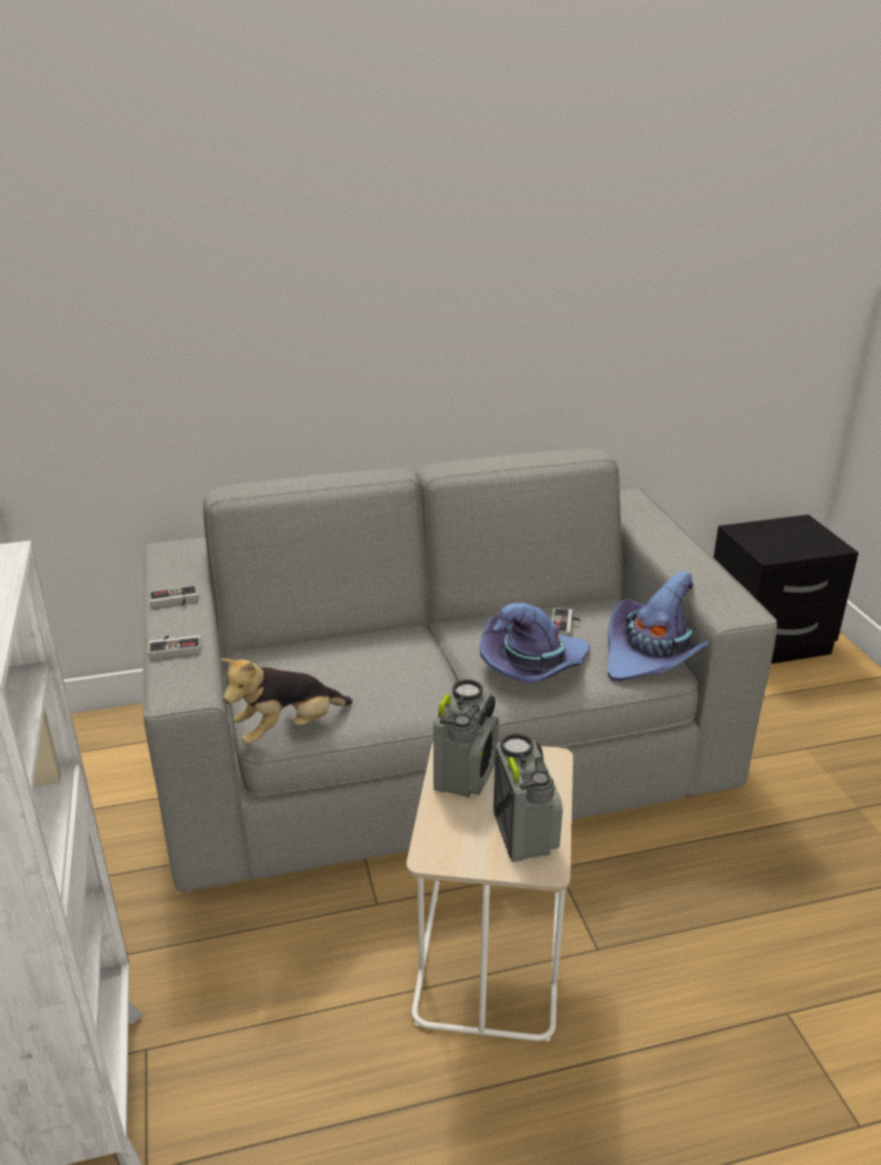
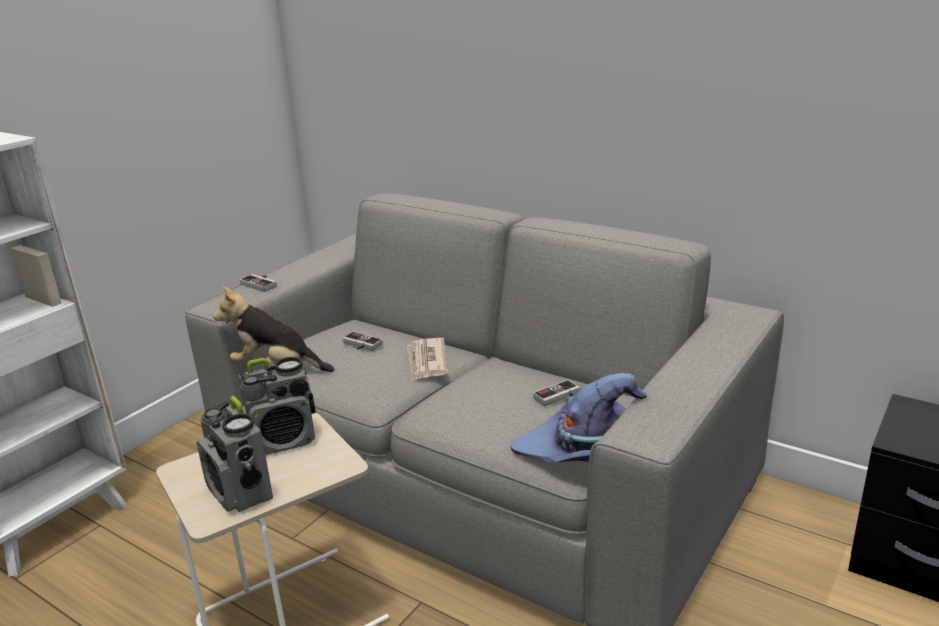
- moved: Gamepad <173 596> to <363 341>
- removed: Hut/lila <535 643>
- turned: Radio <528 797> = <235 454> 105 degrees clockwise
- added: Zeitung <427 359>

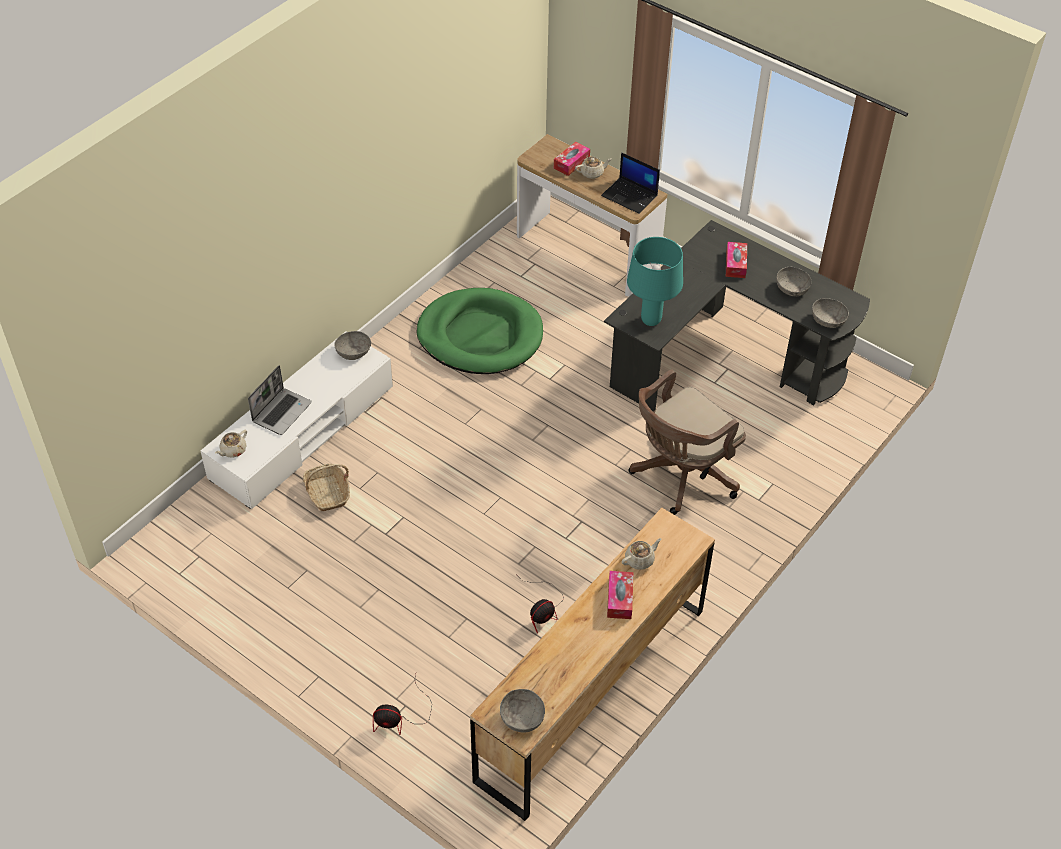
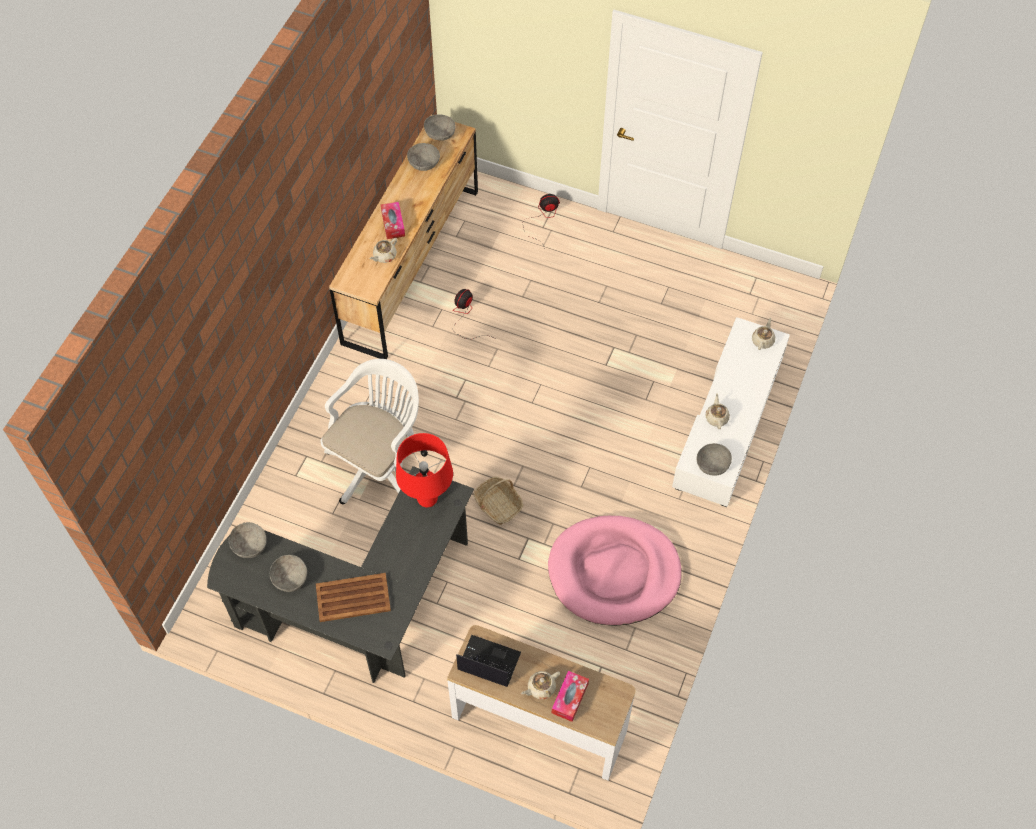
- recoloured: Tischlampe/türkis <655 281> to Tischlampe/rot <424 470>
- replaced: Taschentuchbox <736 260> to Tablett/braun <353 597>
- recoloured: Hundebett/grün <480 331> to Hundebett/rosa <615 571>
- removed: Laptop <280 400>
- recoloured: Bürostuhl/braun <687 442> to Bürostuhl/weiß <374 431>
- moved: Korb <326 487> to <498 500>
- added: Schüssel/grau <423 157>
- added: Teekanne/beige <717 411>

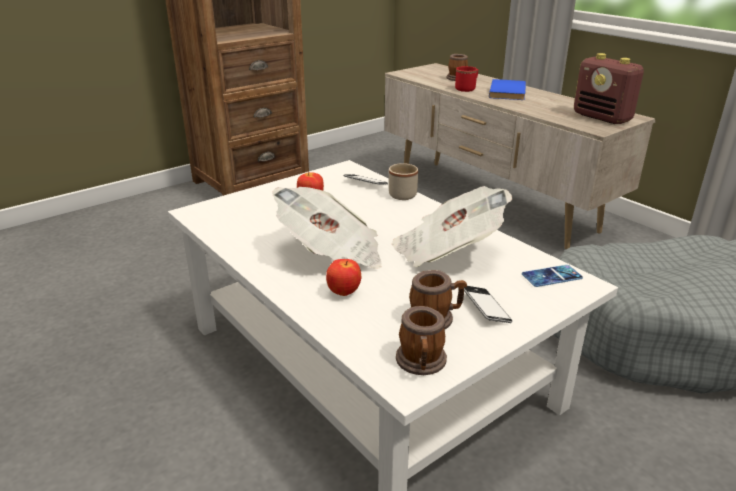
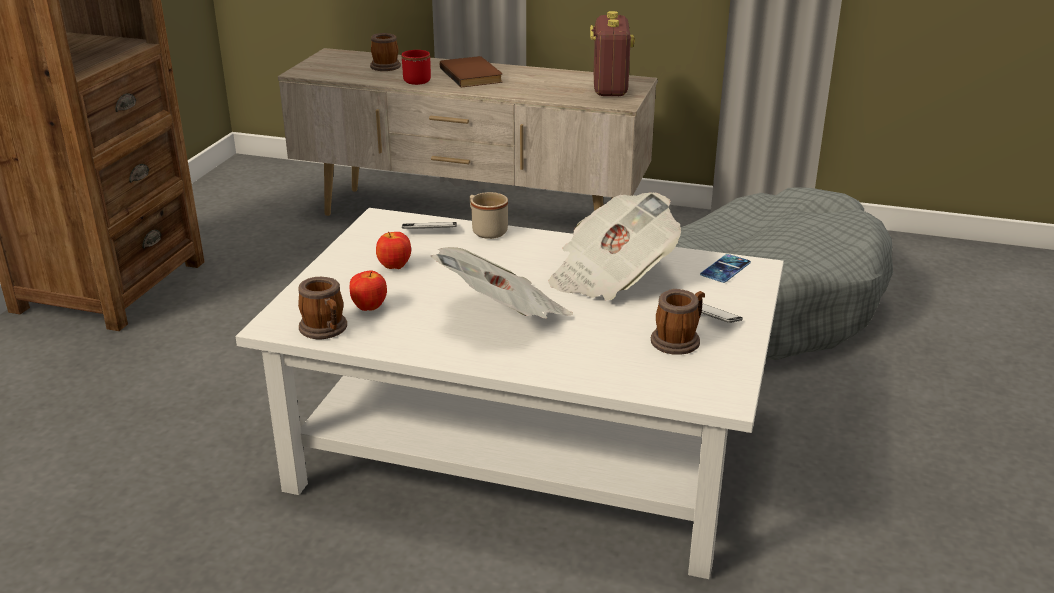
- turned: Radio <609 88> = <612 53> 105 degrees counterclockwise
- recoloured: Buch/blau <507 89> to Buch/braun <471 71>
- moved: Apfel <344 277> to <368 290>
- moved: Henkelbecher <421 340> to <322 308>

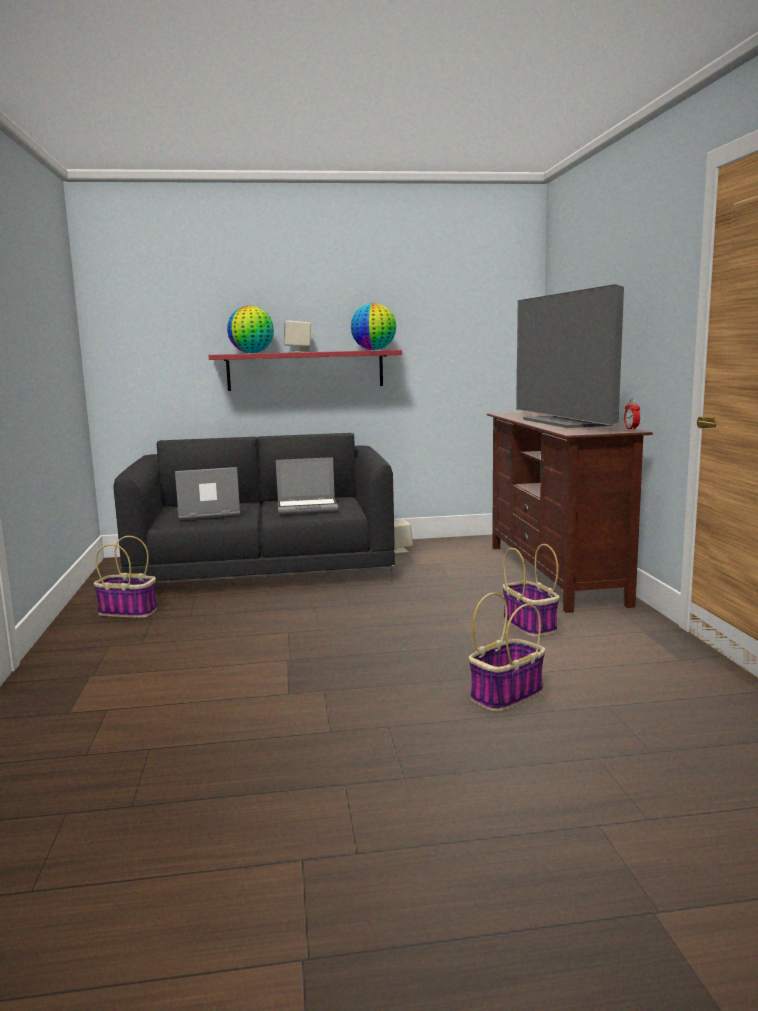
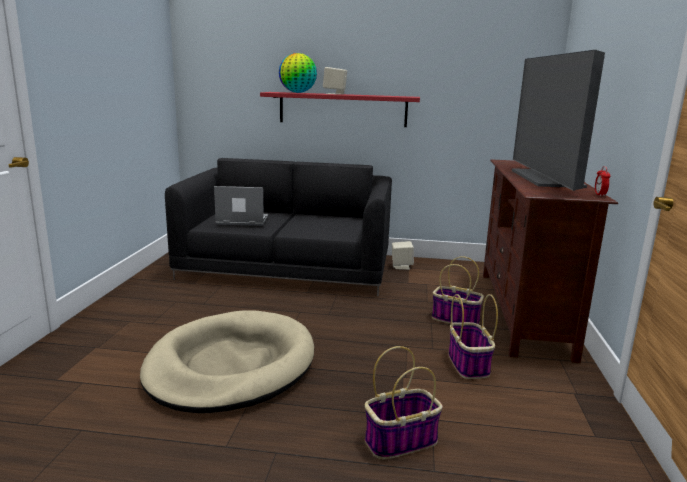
- removed: Globus <373 326>
- removed: Laptop <307 485>
- moved: Korb <125 577> to <458 290>
- added: Hundebett/beige <227 361>

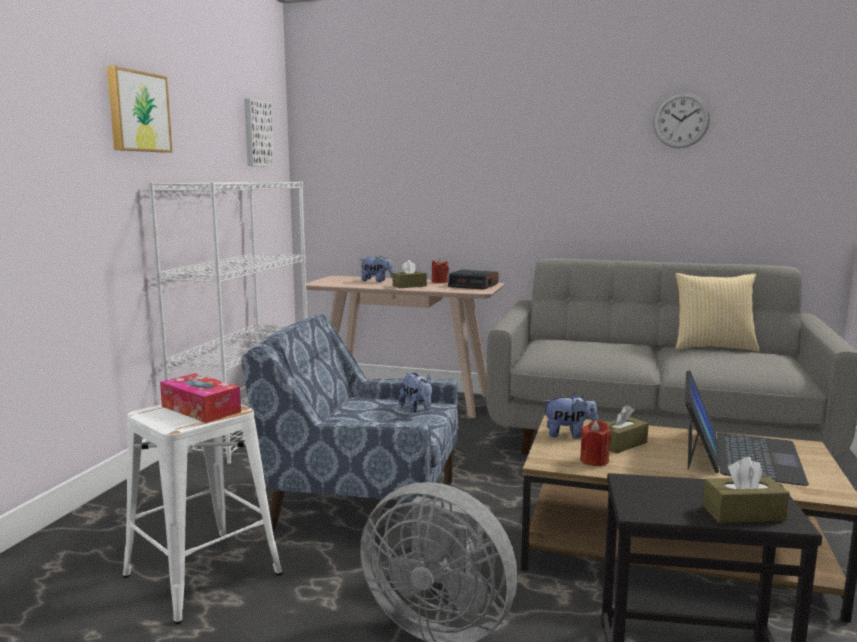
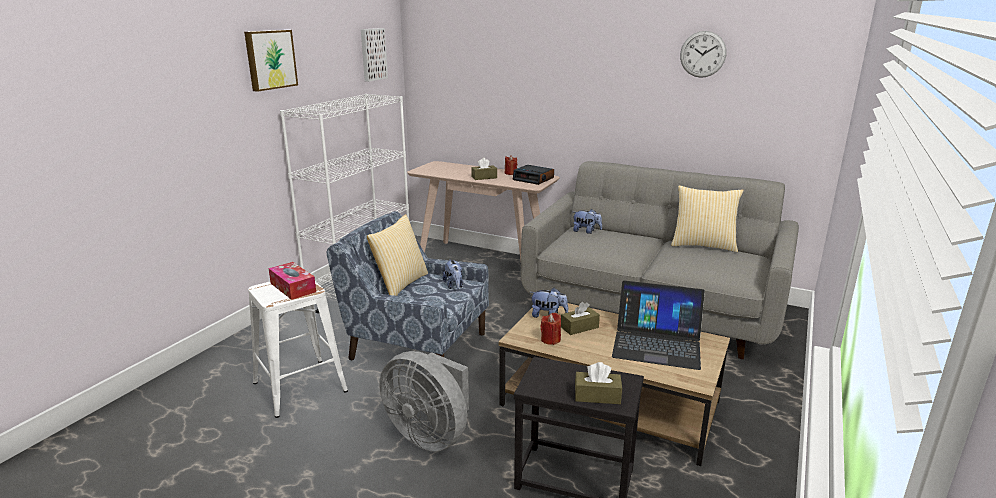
- moved: Plüschtier <376 269> to <587 221>
- turned: Laptop <747 428> = <658 325> 75 degrees clockwise
- added: Kissen <397 255>

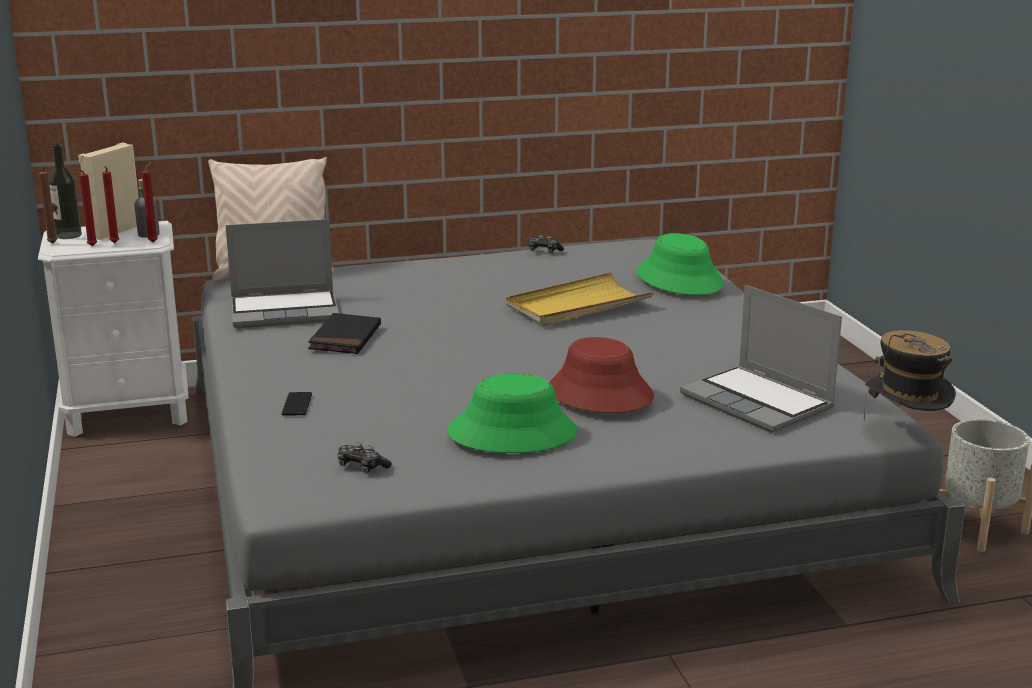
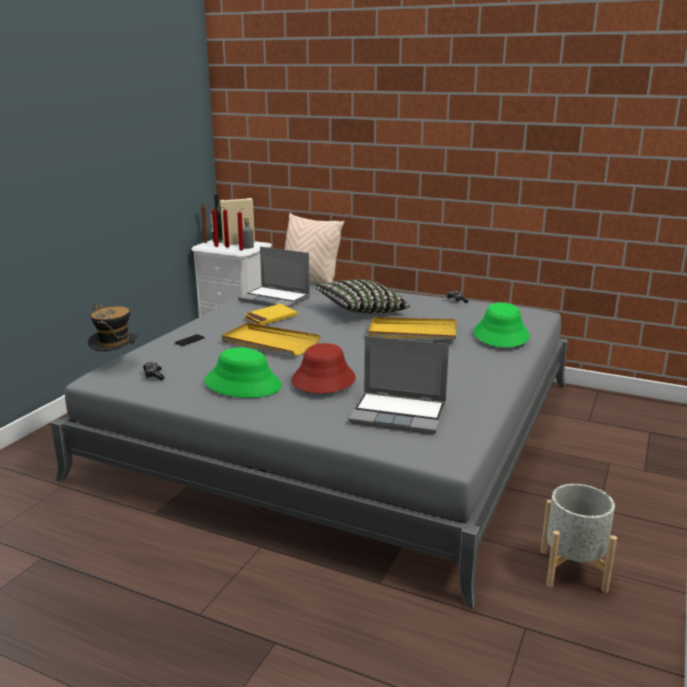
- turned: Laptop <761 359> = <398 385> 75 degrees counterclockwise
- recoloured: Buch/schwarz <344 333> to Buch/gelb <270 314>
- moved: Hut <910 375> to <113 330>
- added: Kissen <362 296>
- added: Tablett/gelb <271 339>

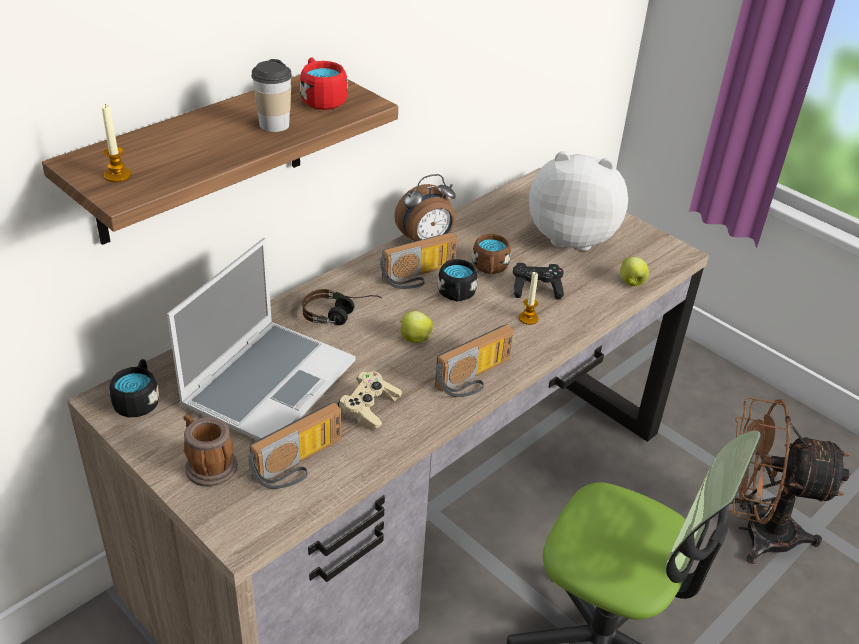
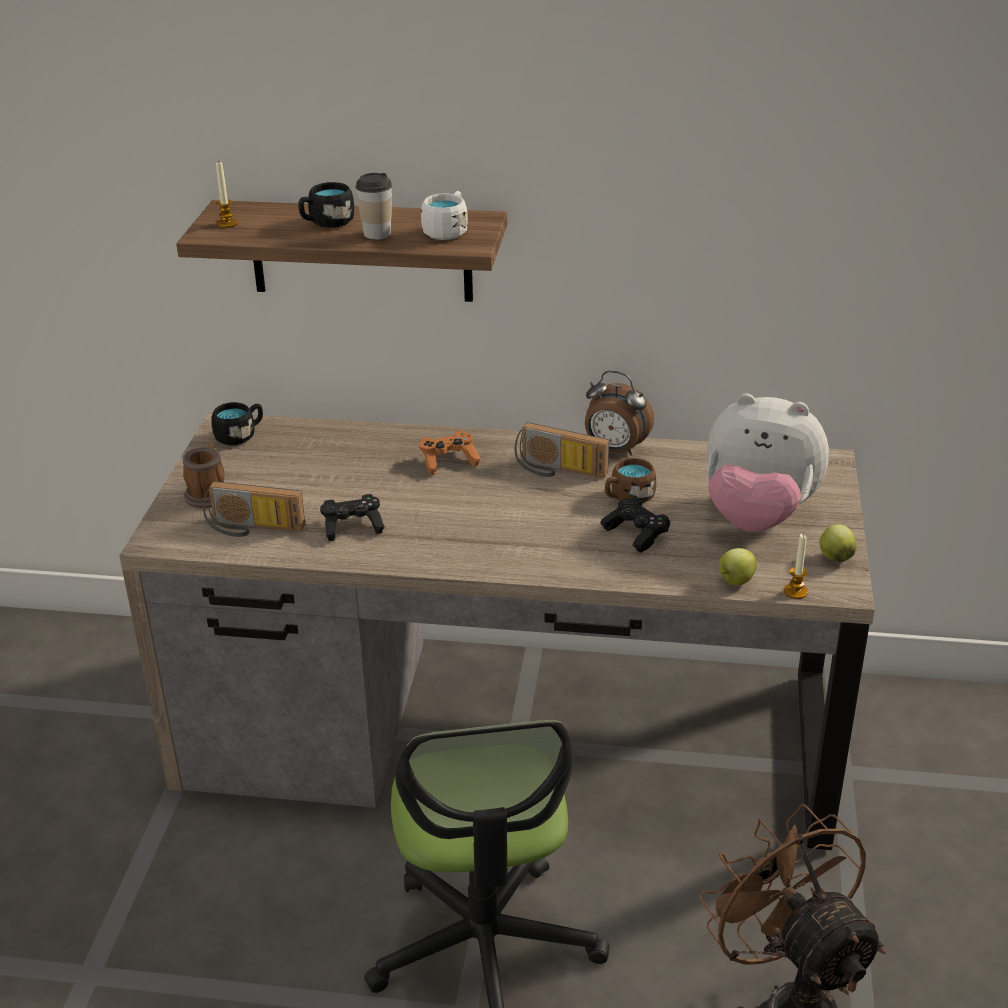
- recoloured: Henkelbecher/rot <324 83> to Henkelbecher/weiß <444 215>
- turned: Plüschtier <578 201> = <767 462> 135 degrees clockwise
- removed: Laptop <261 339>
- moved: Henkelbecher/schwarz <458 280> to <326 205>
- moved: Kerze <529 298> to <796 566>
- replaced: Kopfhörer <342 307> to Gamepad/orange <450 453>
- moved: Apfel <417 327> to <838 543>
- removed: Radio <474 360>
- recoloured: Gamepad/beige <370 401> to Gamepad/schwarz <352 517>

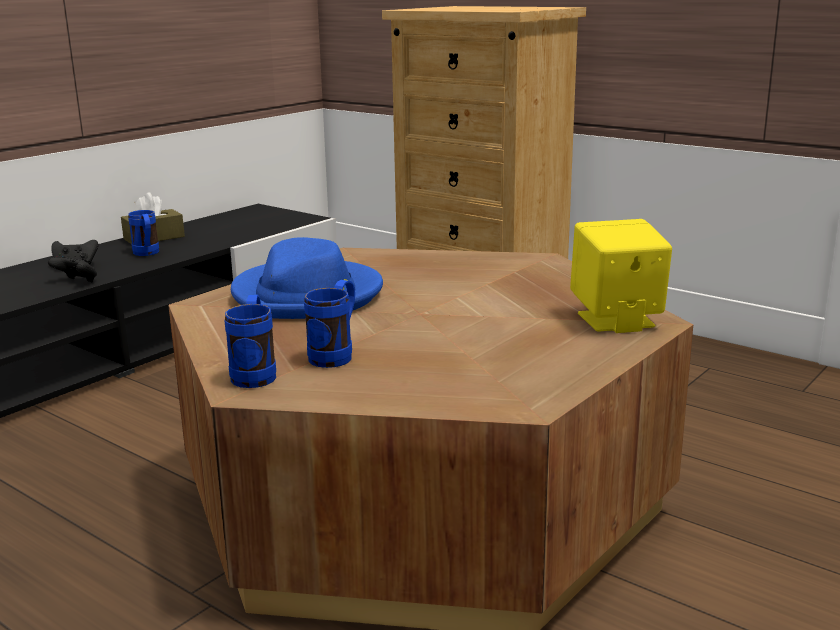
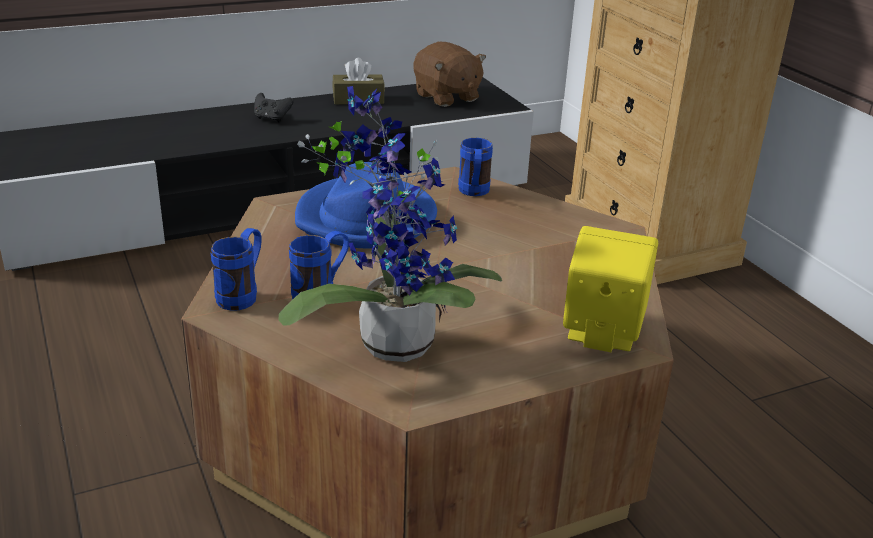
- moved: Henkelbecher/blau <143 233> to <475 167>
- removed: Gamepad/schwarz <72 269>
- added: Plüschtier/braun <449 74>
- added: Topfpflanze <390 224>

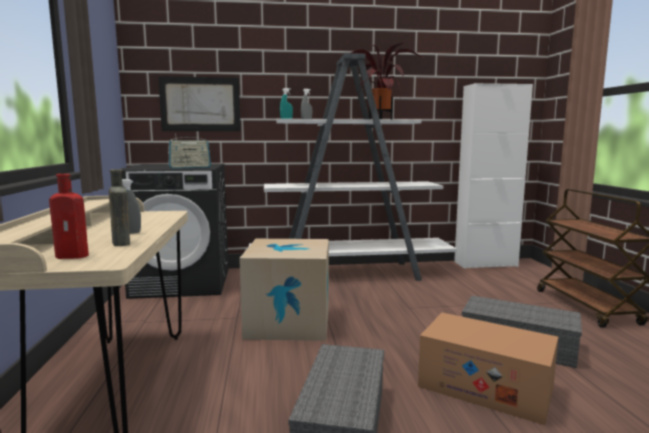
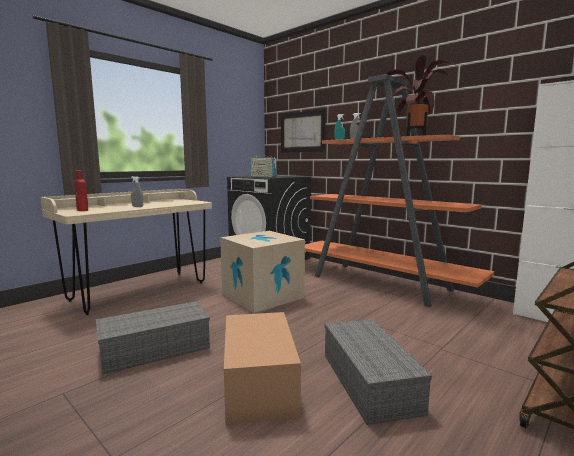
- recoloured: Bücherregal/weiß <353 167> to Bücherregal/orange <399 190>
- removed: Flasche/braun <119 207>

